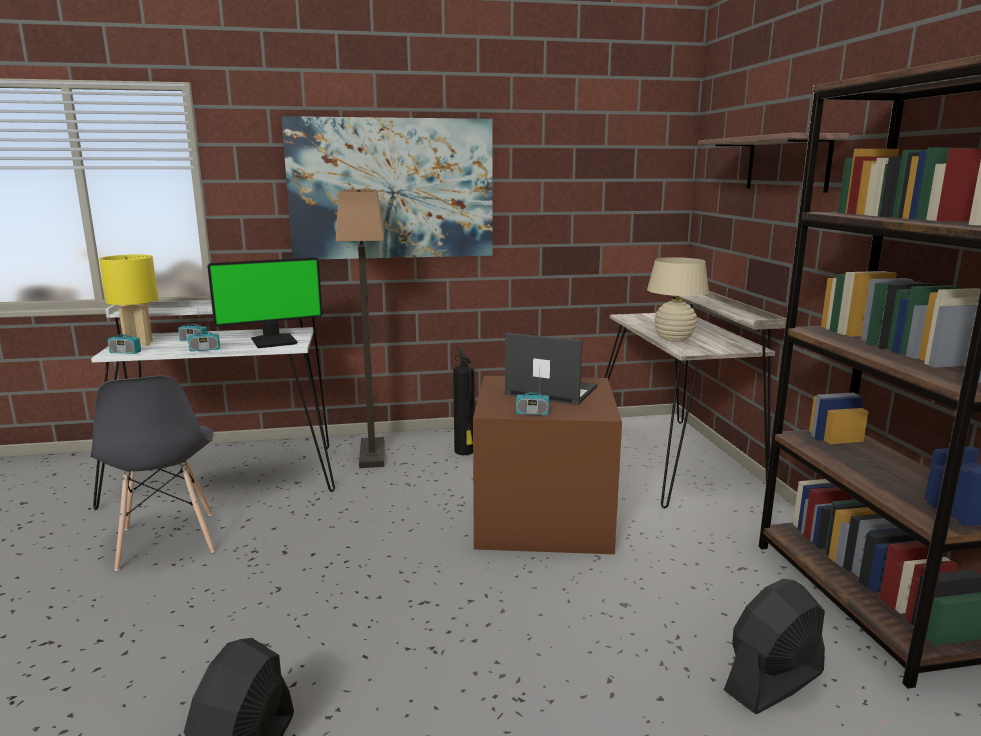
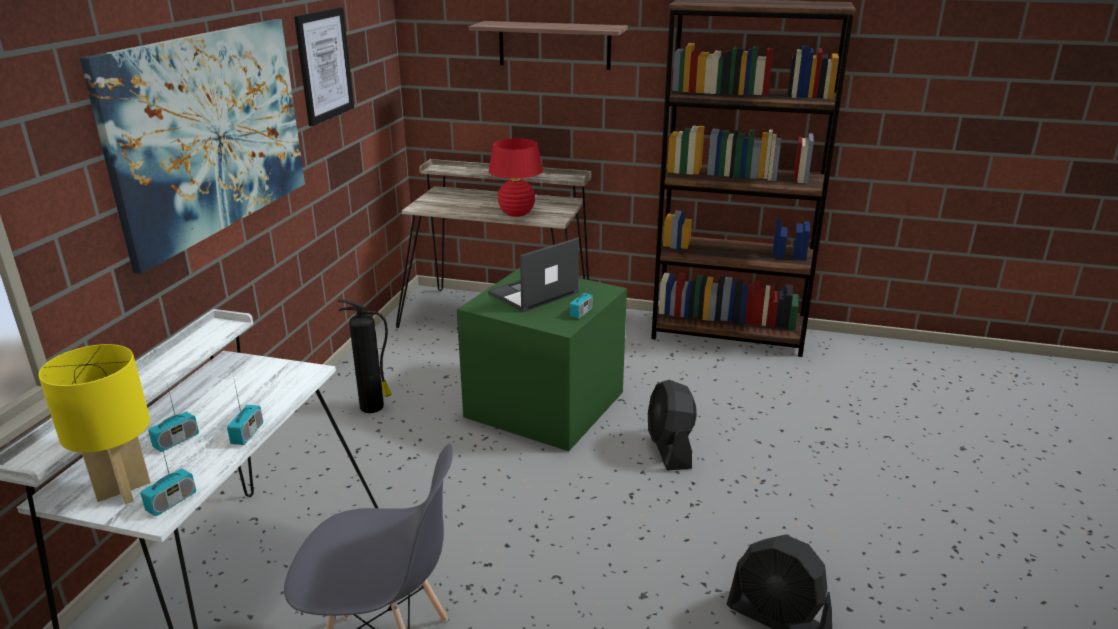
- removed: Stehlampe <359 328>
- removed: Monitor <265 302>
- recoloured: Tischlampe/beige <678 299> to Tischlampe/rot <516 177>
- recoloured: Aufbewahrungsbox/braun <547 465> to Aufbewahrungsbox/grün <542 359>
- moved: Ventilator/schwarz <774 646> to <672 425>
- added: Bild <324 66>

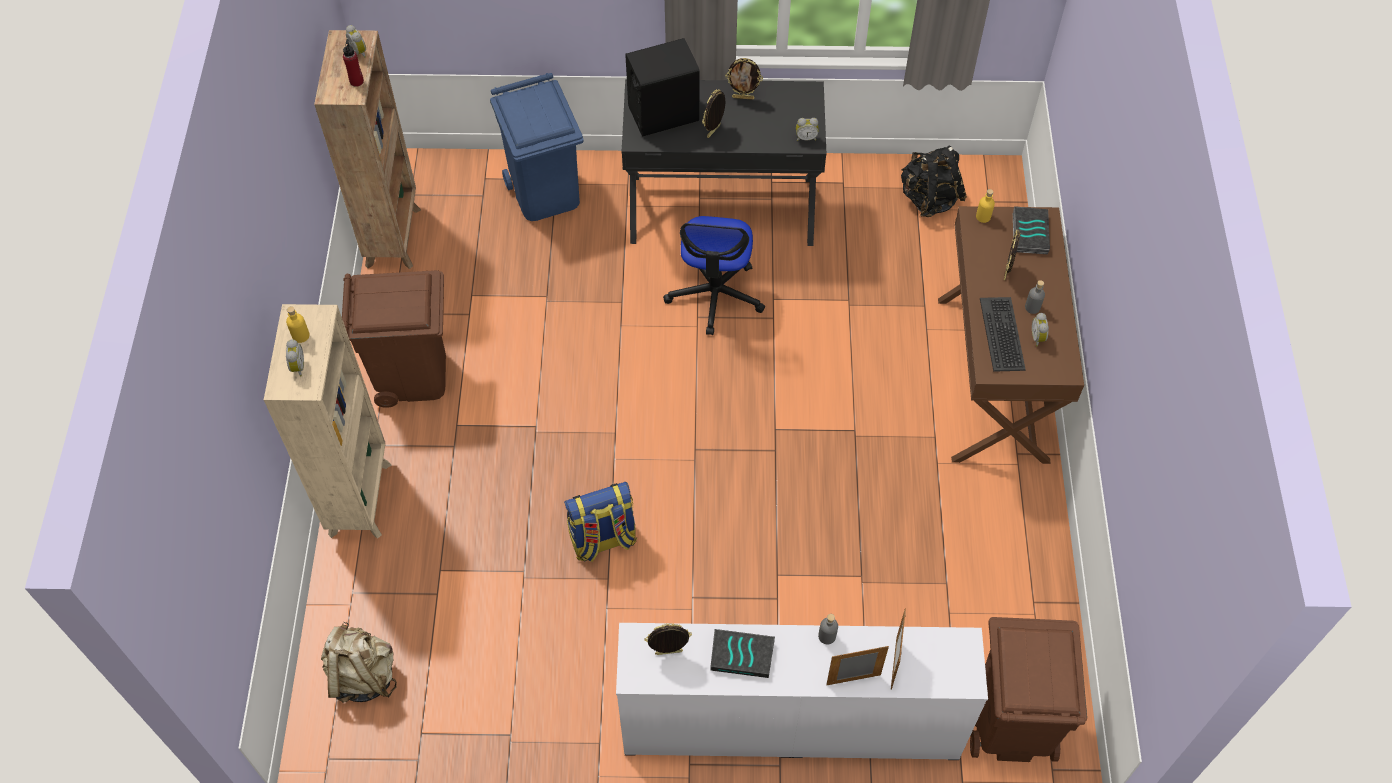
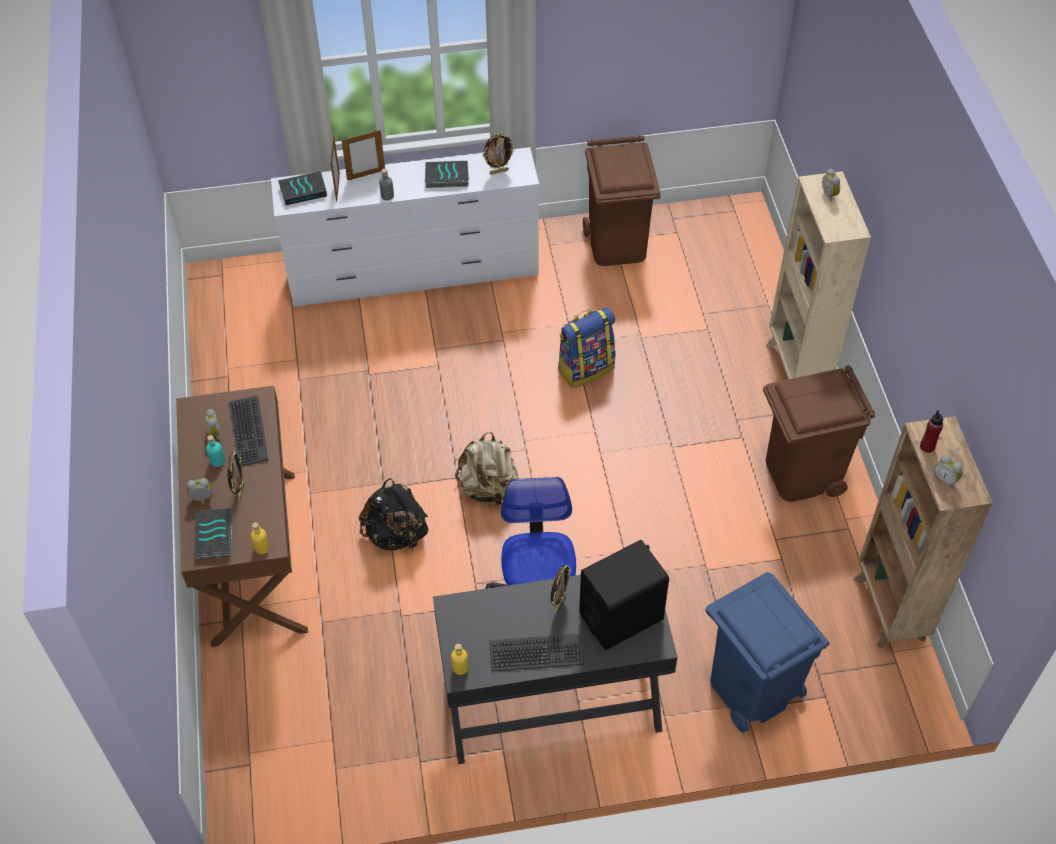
- replaced: Bilderrahmen <744 79> to Tastatur <537 653>
- moved: Wecker <807 129> to <200 491>
- moved: Rucksack/schwarz <934 181> to <393 514>
- recoloured: Flasche/grau <1035 297> to Flasche/türkis <215 451>
- moved: Flasche/gelb <298 324> to <460 659>
- moved: Mülleimer/braun <1028 689> to <622 200>
- moved: Rucksack/beige <359 662> to <487 468>
- added: Buch <302 188>

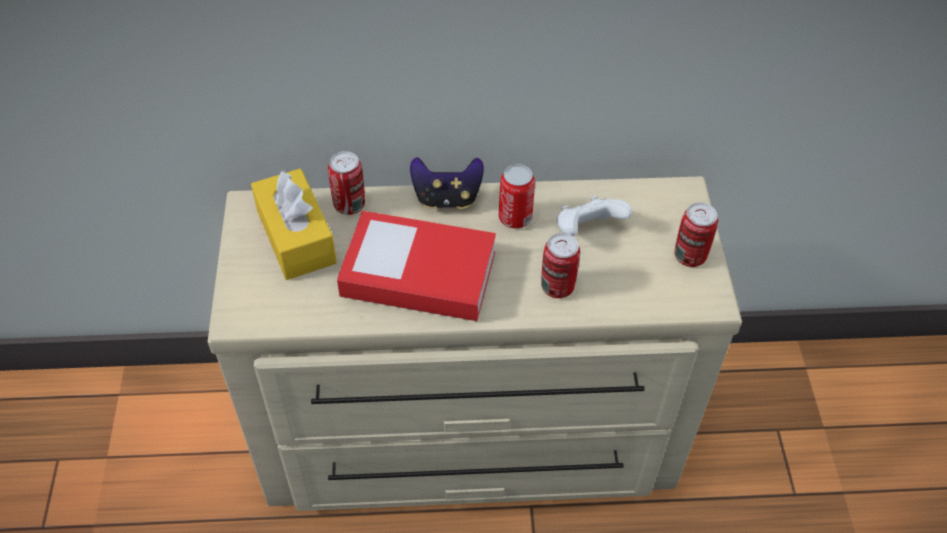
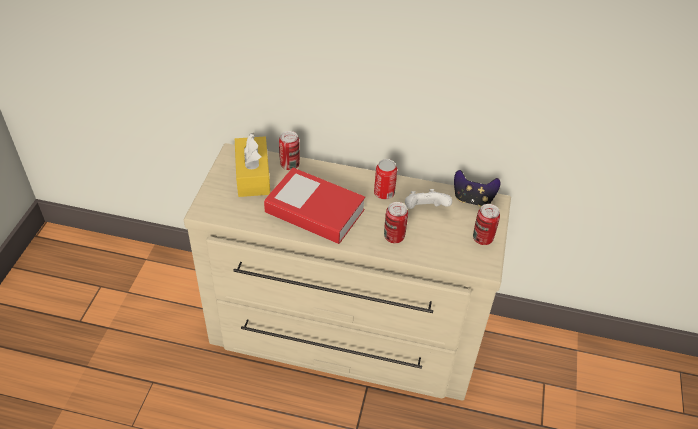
- moved: Gamepad <447 183> to <477 188>

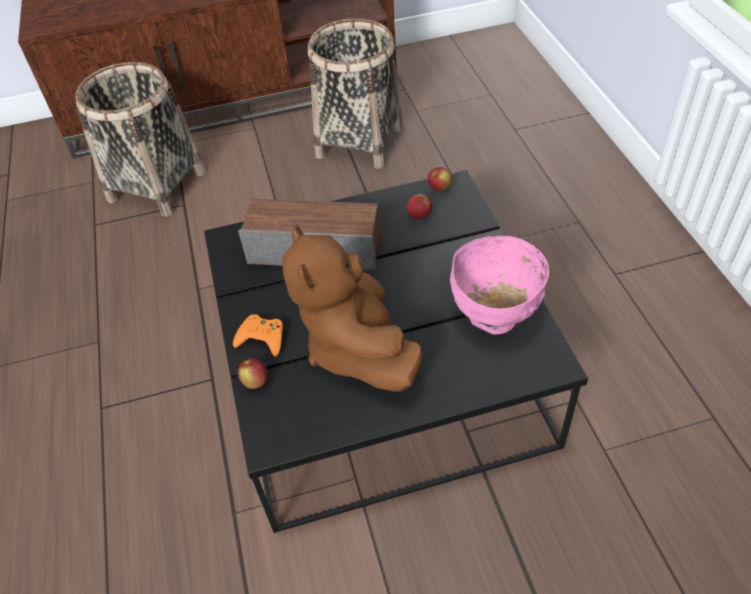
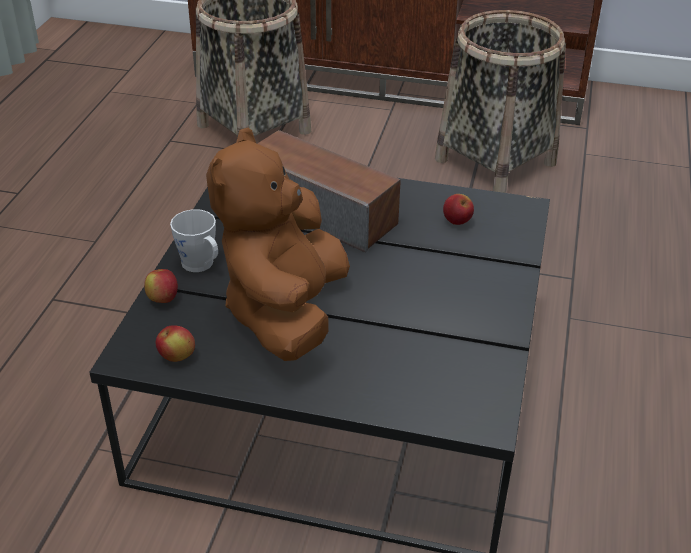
- moved: Apfel <440 179> to <175 343>
- removed: Schüssel/rosa <499 285>
- replaced: Gamepad/orange <258 335> to Henkelbecher/grau <194 240>

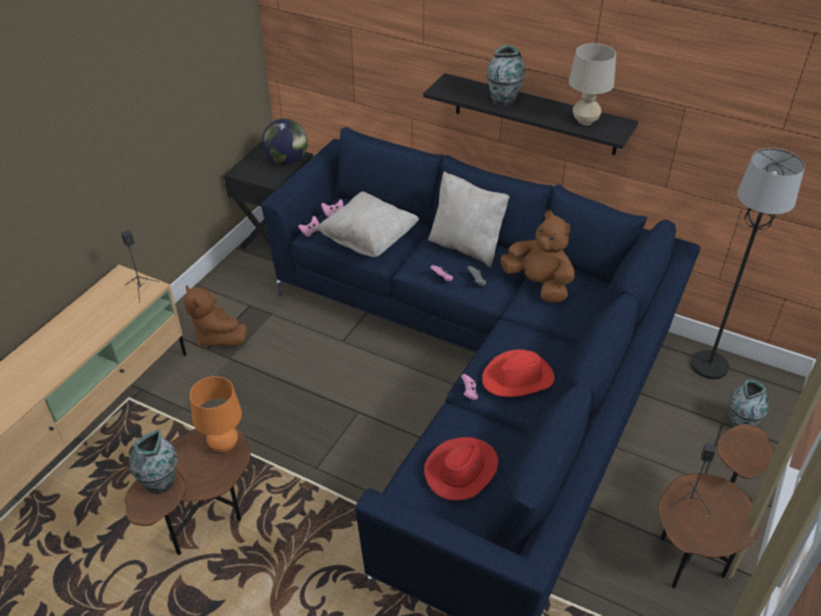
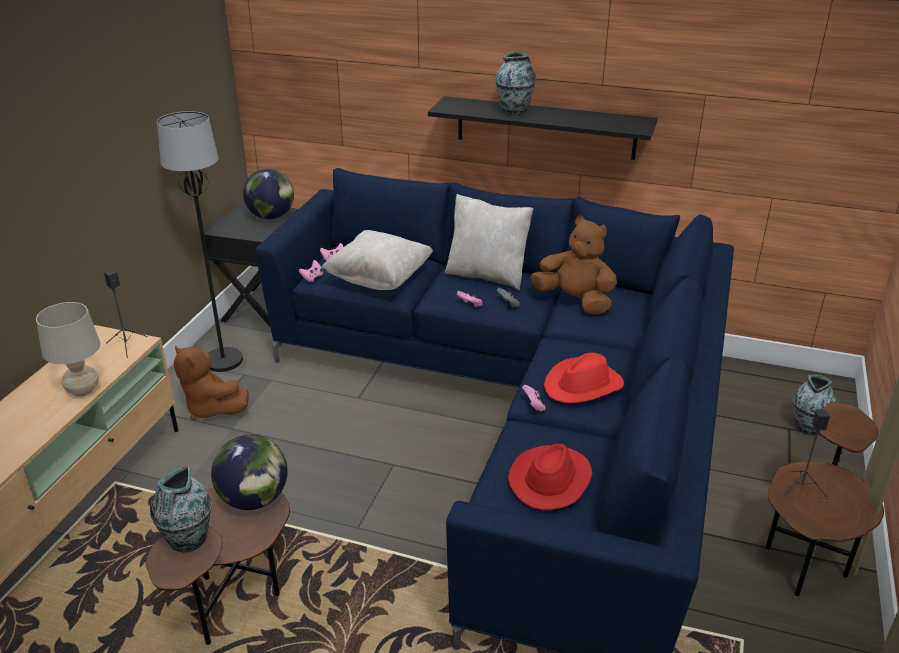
- moved: Tischlampe/beige <592 84> to <68 349>
- moved: Stehlampe/schwarz <747 263> to <200 241>
- replaced: Tischlampe/orange <216 414> to Globus <249 472>

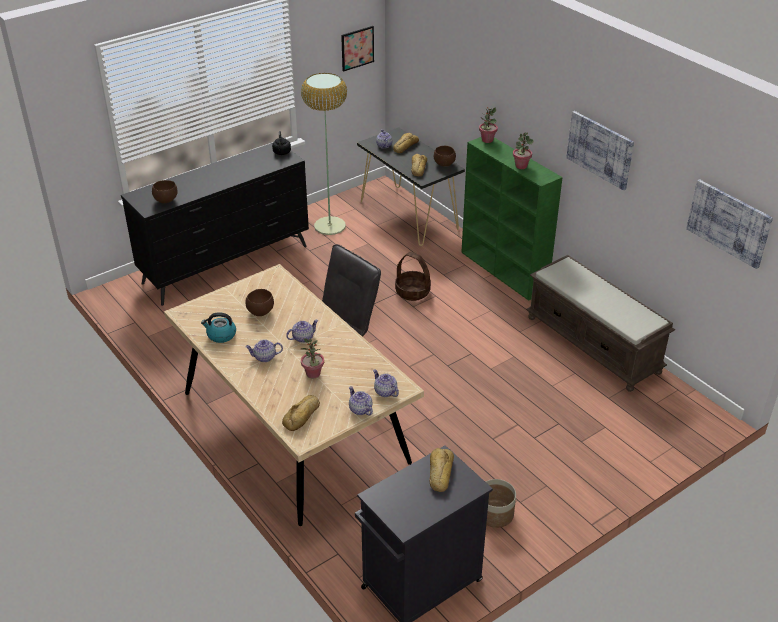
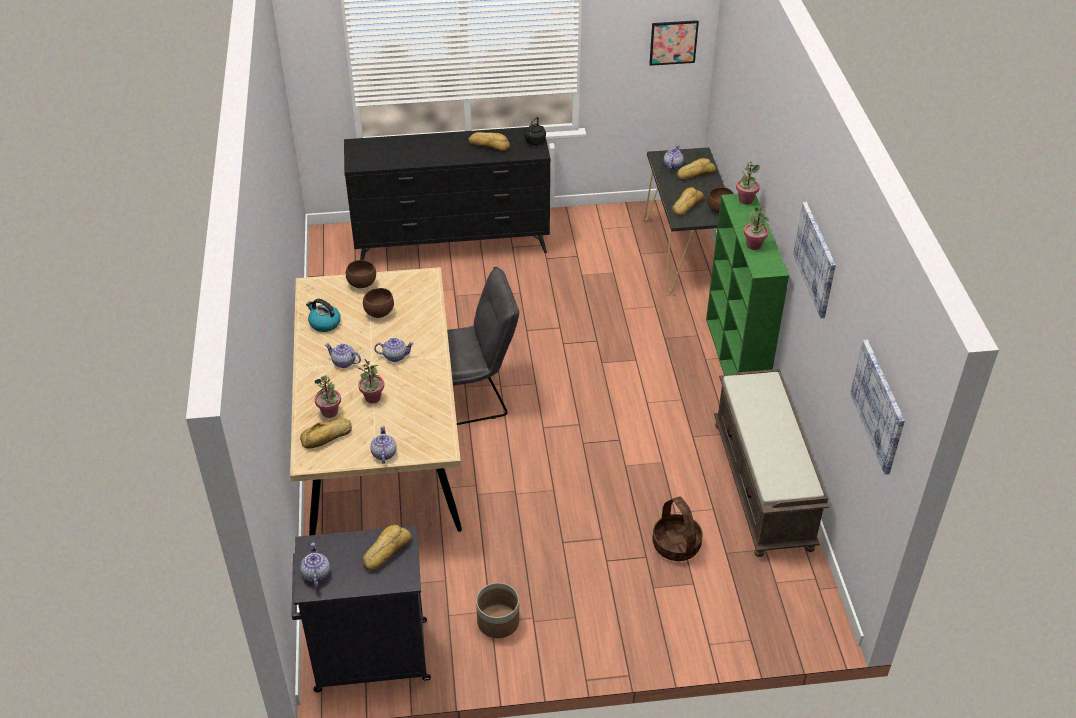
- removed: Stehlampe <324 154>
- moved: Schüssel/braun <165 191> to <361 274>
- moved: Korb <413 276> to <678 528>
- moved: Teekanne <386 383> to <315 565>
- added: Brot <489 142>
- added: Topfpflanze <328 396>

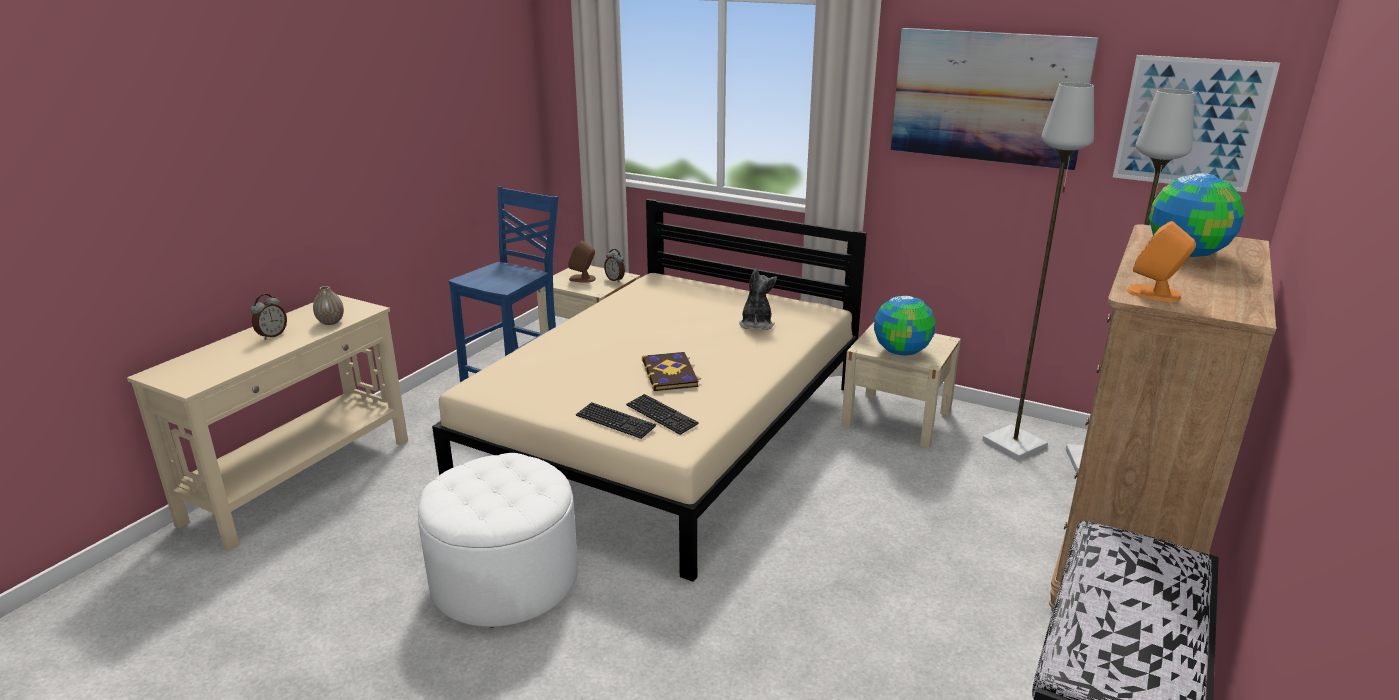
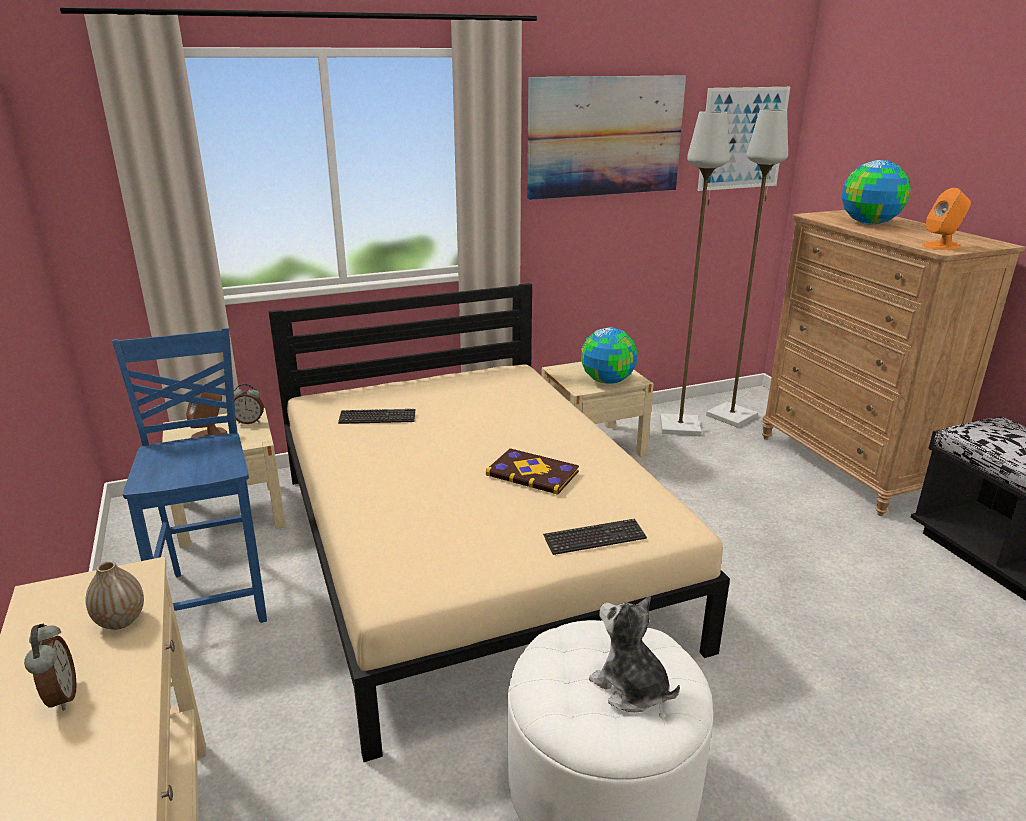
- moved: Plüschtier <758 299> to <634 654>
- moved: Tastatur <662 414> to <376 416>

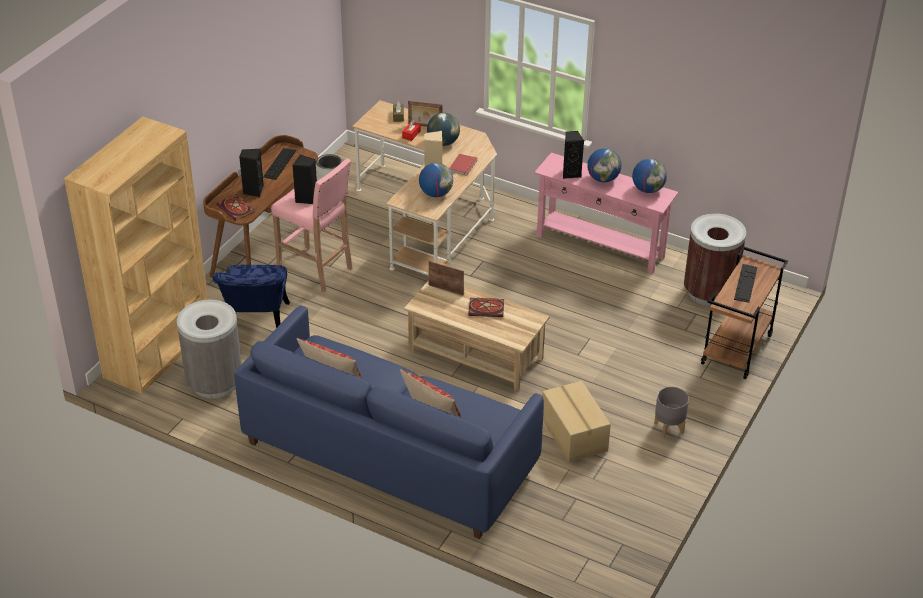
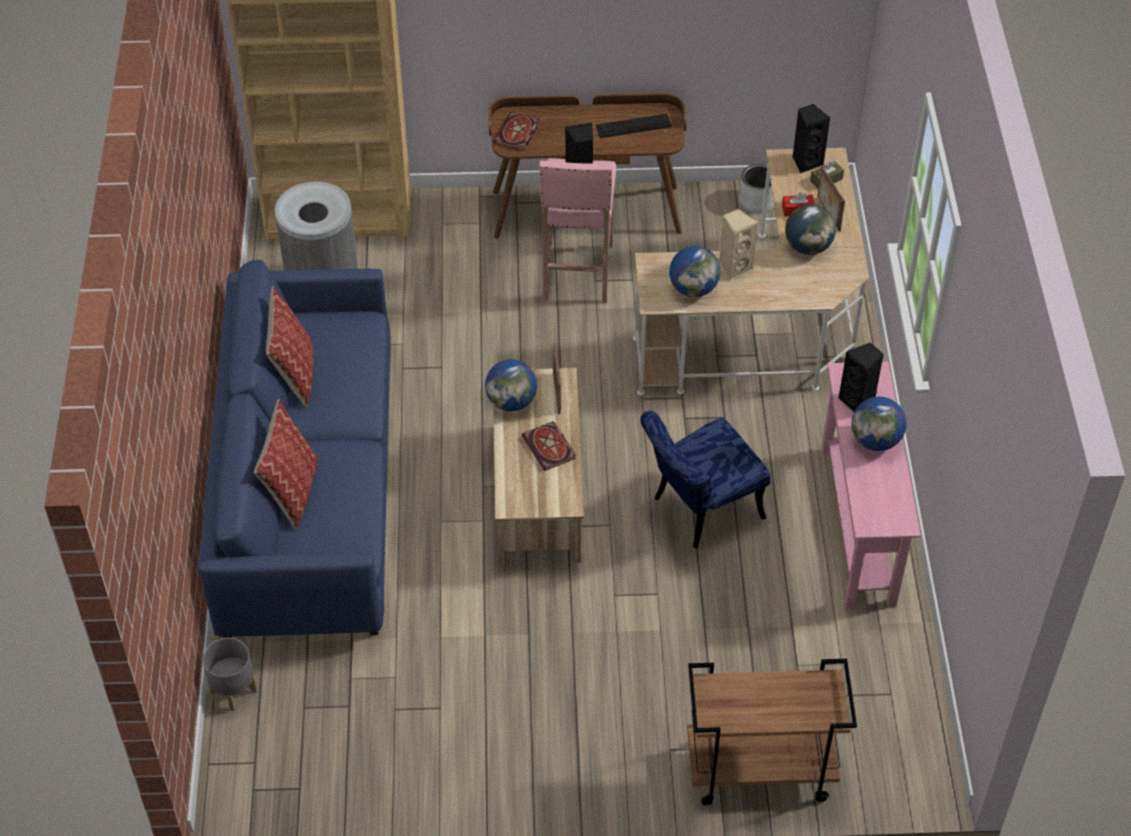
- moved: Lautsprecher/schwarz <251 173> to <811 138>
- removed: Buch/rot <463 165>
- moved: Globus <649 176> to <511 385>
- removed: Mülleimer/braun <715 259>
- removed: Tastatur <746 283>
- moved: Stuhl/blau <251 296> to <705 479>
- removed: Karton <576 421>
- moved: Pflanzkübel/grau <671 412> to <229 674>

